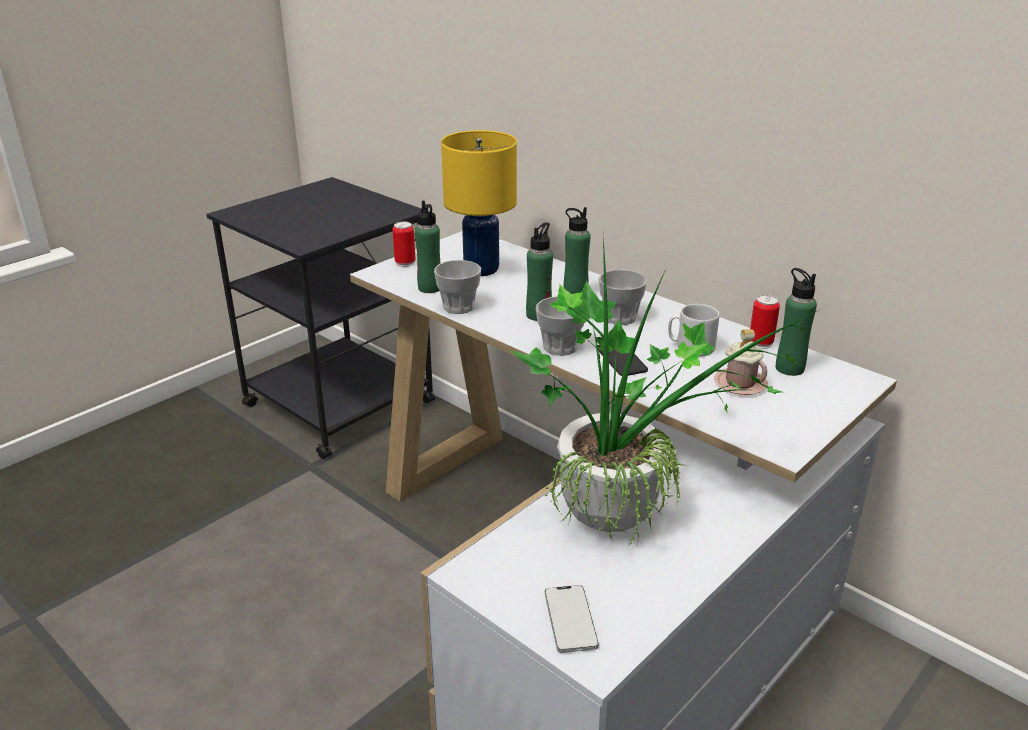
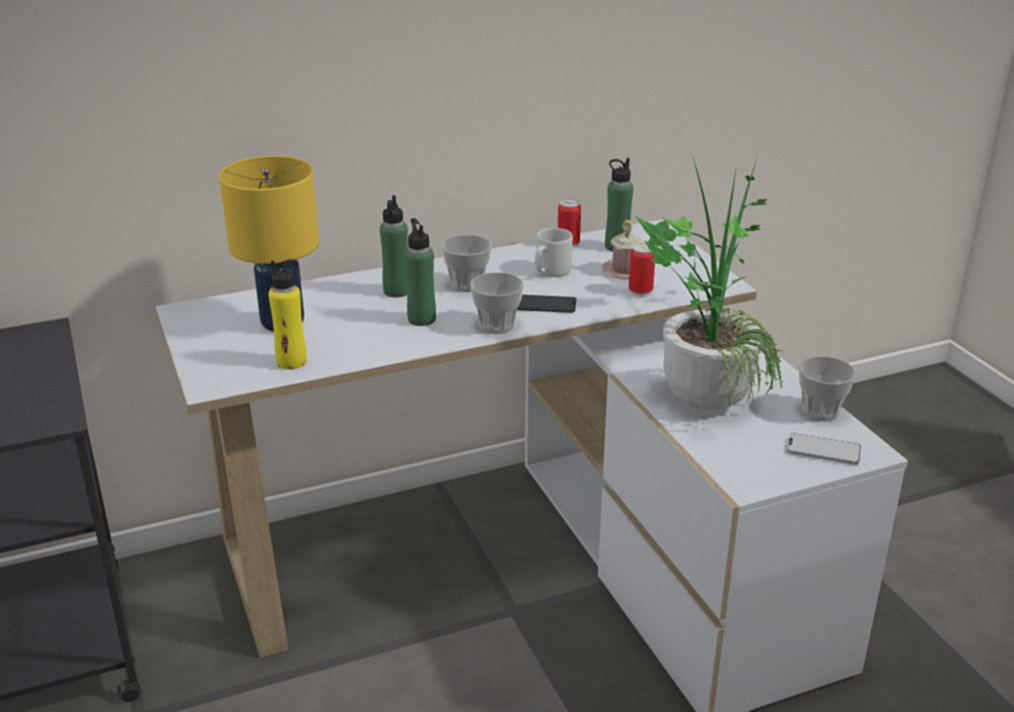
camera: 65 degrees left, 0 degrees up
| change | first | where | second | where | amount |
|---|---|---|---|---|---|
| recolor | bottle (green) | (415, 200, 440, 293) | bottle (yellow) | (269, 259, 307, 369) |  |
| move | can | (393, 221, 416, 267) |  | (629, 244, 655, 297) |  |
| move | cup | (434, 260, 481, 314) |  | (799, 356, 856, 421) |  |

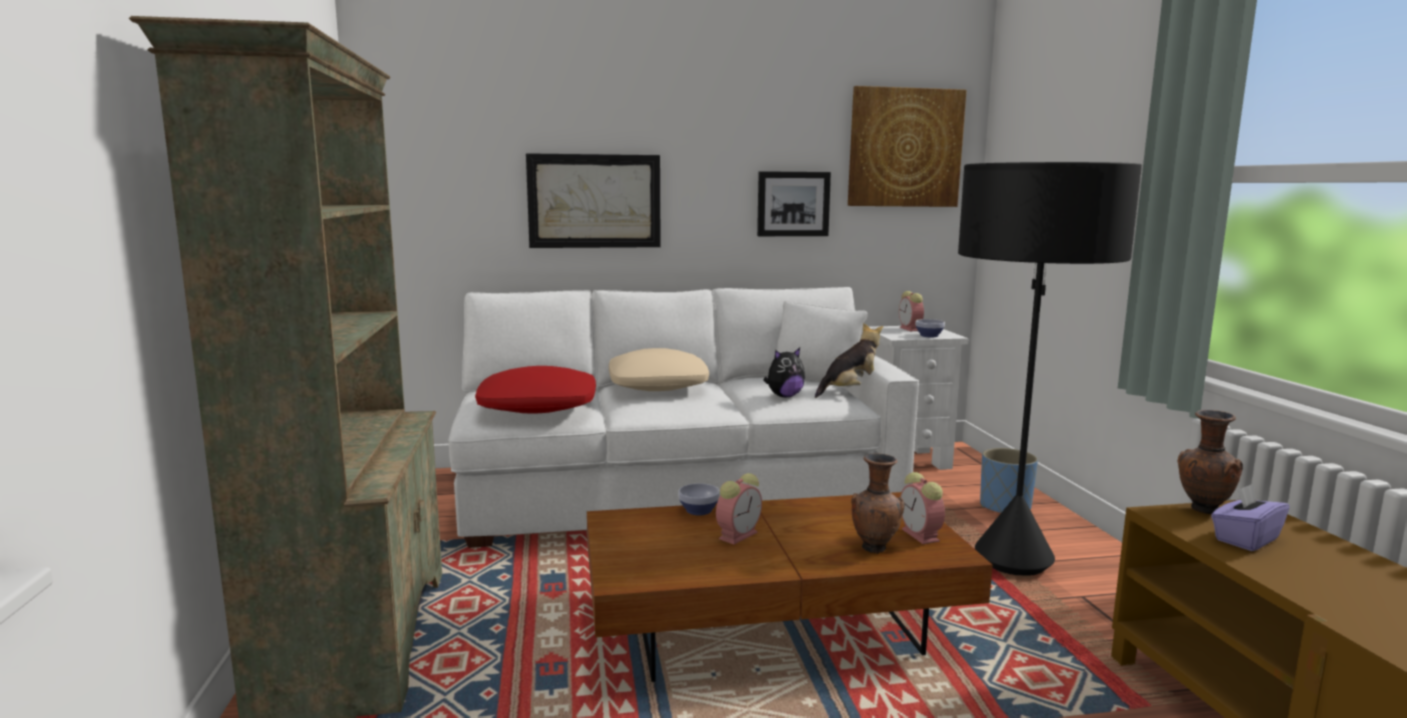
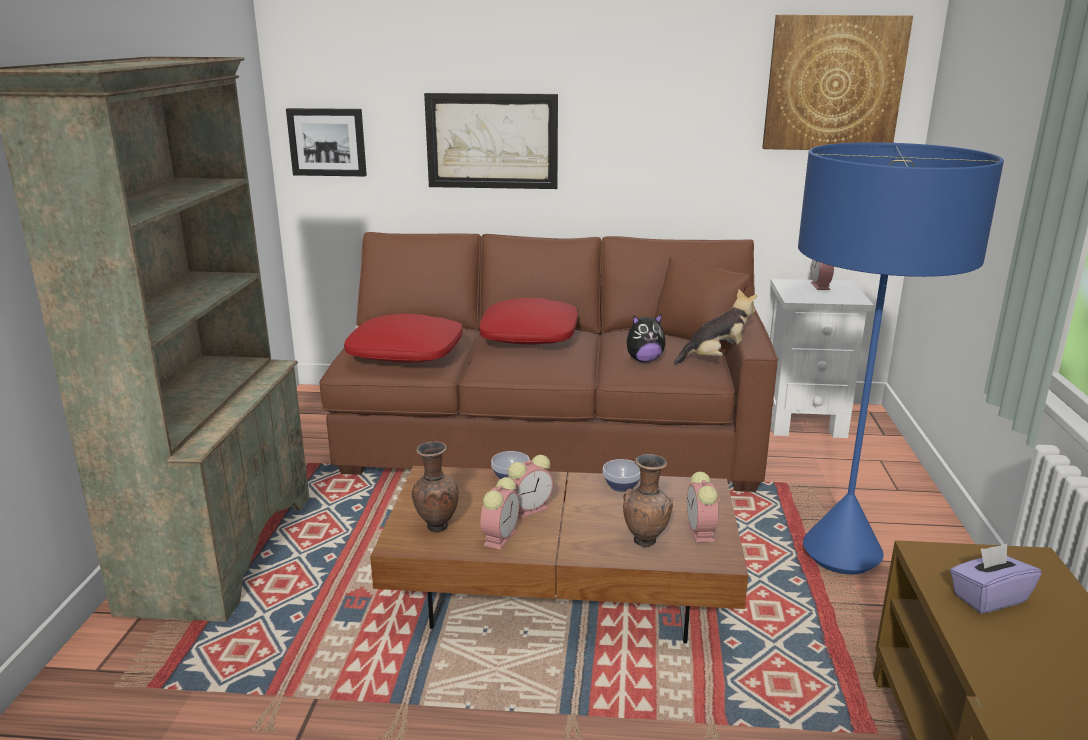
camera: 15 degrees right, 10 degrees up
| change | first | where | second | where | amount |
|---|---|---|---|---|---|
| move | picture | (757, 171, 831, 236) |  | (286, 108, 367, 176) |  |
| recolor | sofa (white) | (448, 287, 919, 548) | sofa (brown) | (319, 232, 778, 492) |  |
| move | vase (brown) | (1177, 410, 1243, 514) |  | (412, 442, 459, 533) |  |
| recolor | pillow (beige) | (609, 348, 709, 391) | pillow (red) | (479, 298, 578, 345) |  |
| insert |  |  | alarm clock | (480, 477, 519, 550) |  |
| move | bowl | (915, 319, 945, 338) |  | (603, 459, 641, 492) |  |
| recolor | floor lamp (black) | (958, 162, 1142, 576) | floor lamp (blue) | (798, 142, 1004, 575) |  |
| delete | planter (blue) | (980, 448, 1038, 513) |  |  |  |

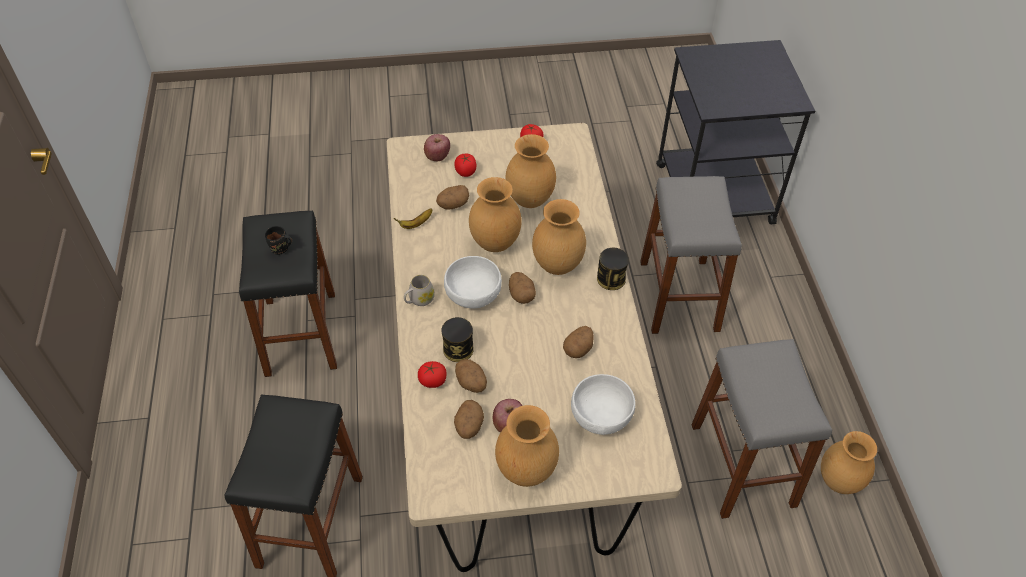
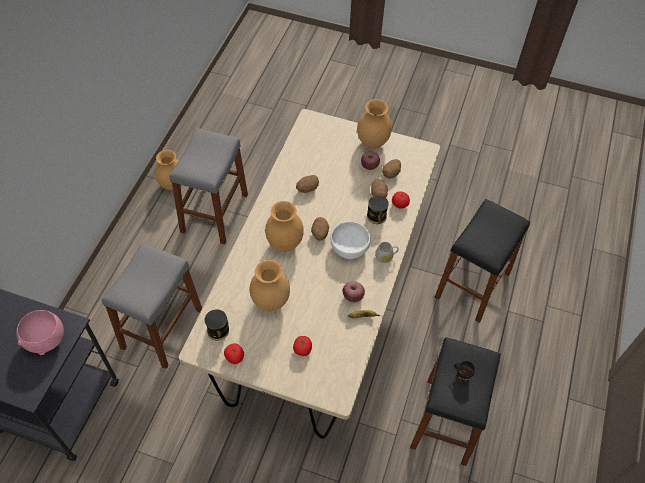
camera: 155 degrees left, 5 degrees up
| change | first | where | second | where | amount |
|---|---|---|---|---|---|
| insert |  |  | bowl (pink) | (16, 310, 64, 355) |  |
| move | can | (597, 248, 629, 290) |  | (205, 309, 229, 340) |  |
| move | apple | (424, 134, 450, 161) |  | (343, 281, 365, 302) |  |
| delete | potato | (436, 185, 469, 210) |  |  |  |
| delete | vase (brown) | (469, 177, 522, 252) |  |  |  |
| delete | bowl (white) | (571, 374, 636, 435) |  |  |  |

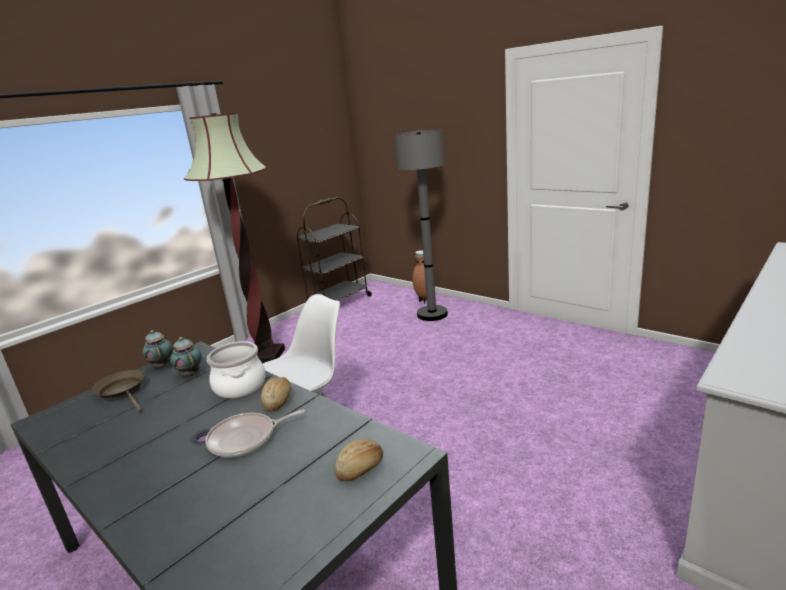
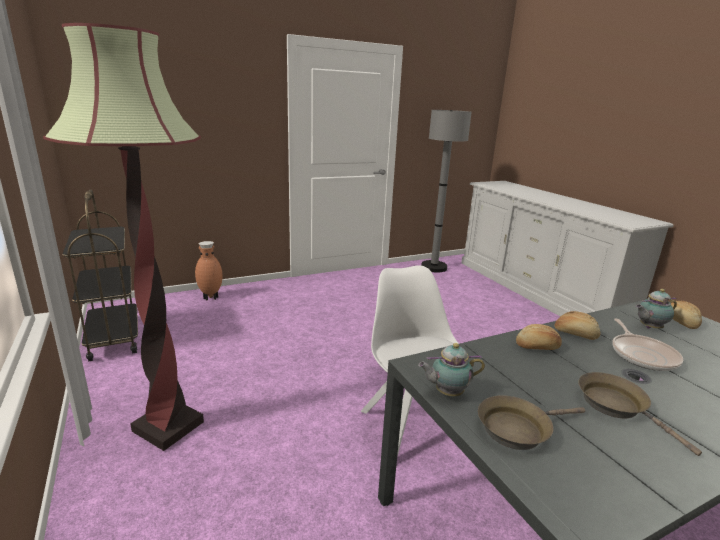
camera: 70 degrees left, 0 degrees up
| change | first | where | second | where | amount |
|---|---|---|---|---|---|
| move | floor lamp (grey) | (395, 130, 448, 321) |  | (421, 110, 472, 273) |  |
| replace | cooking pot | (206, 341, 266, 398) | bread | (516, 324, 562, 350) |  |
| insert |  |  | frying pan (brown) | (578, 372, 702, 456) |  |
| move | teapot | (170, 337, 202, 376) |  | (636, 289, 677, 329) |  |

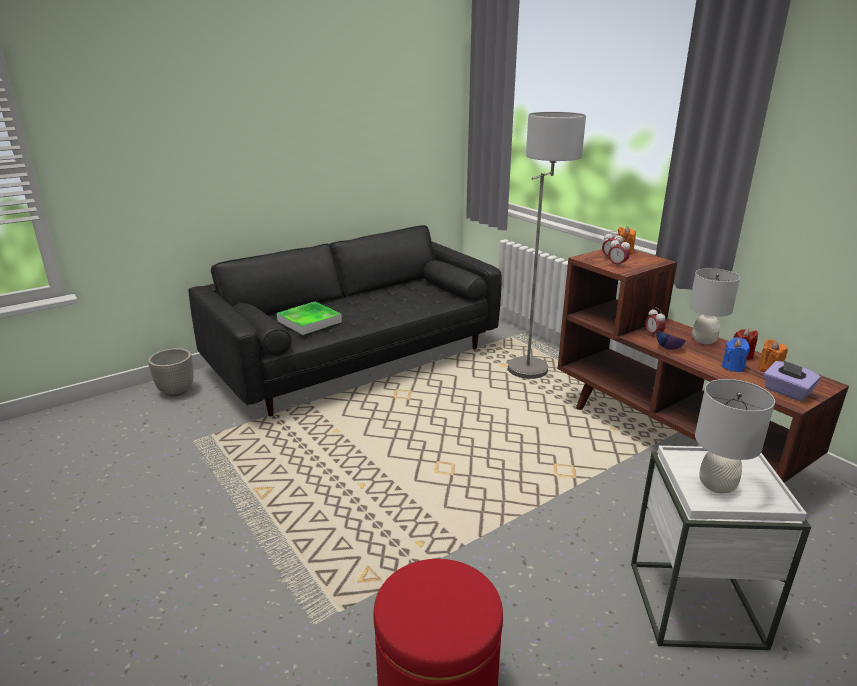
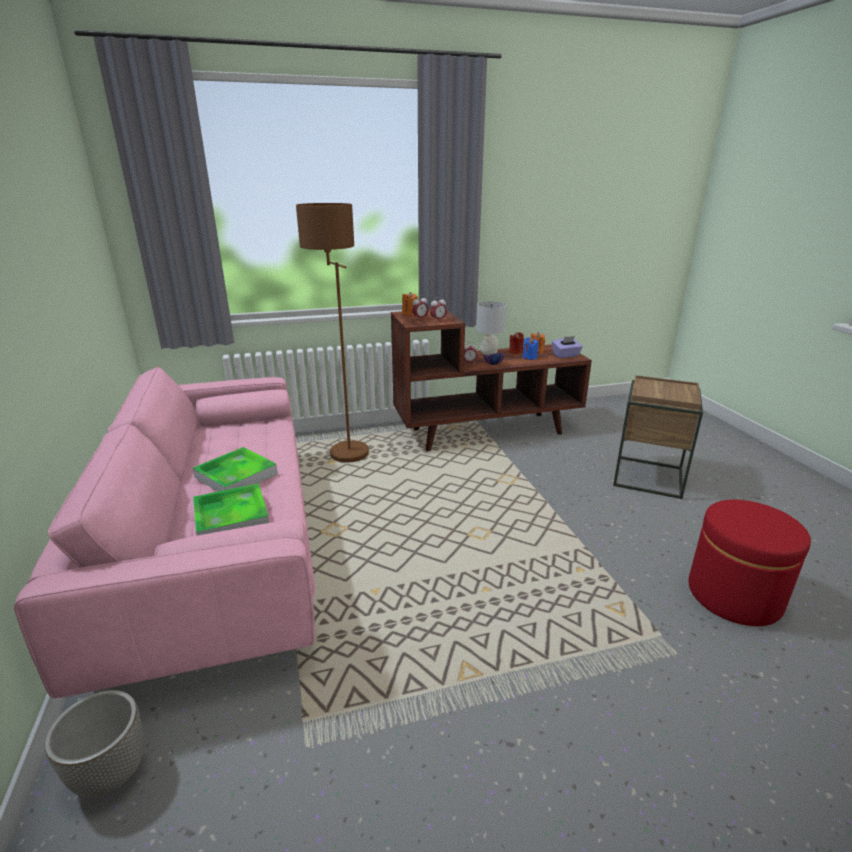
camera: 70 degrees left, 0 degrees up
| change | first | where | second | where | amount |
|---|---|---|---|---|---|
| recolor | sofa (black) | (189, 225, 501, 416) | sofa (pink) | (14, 366, 316, 698) |  |
| insert |  |  | tray | (193, 447, 278, 492) |  |
| recolor | floor lamp (grey) | (508, 112, 586, 379) | floor lamp (brown) | (296, 203, 369, 463) |  |
| recolor | side table (white) | (631, 446, 811, 650) | side table (brown) | (613, 375, 703, 499) |  |
| delete | table lamp (grey) | (695, 379, 775, 494) |  |  |  |

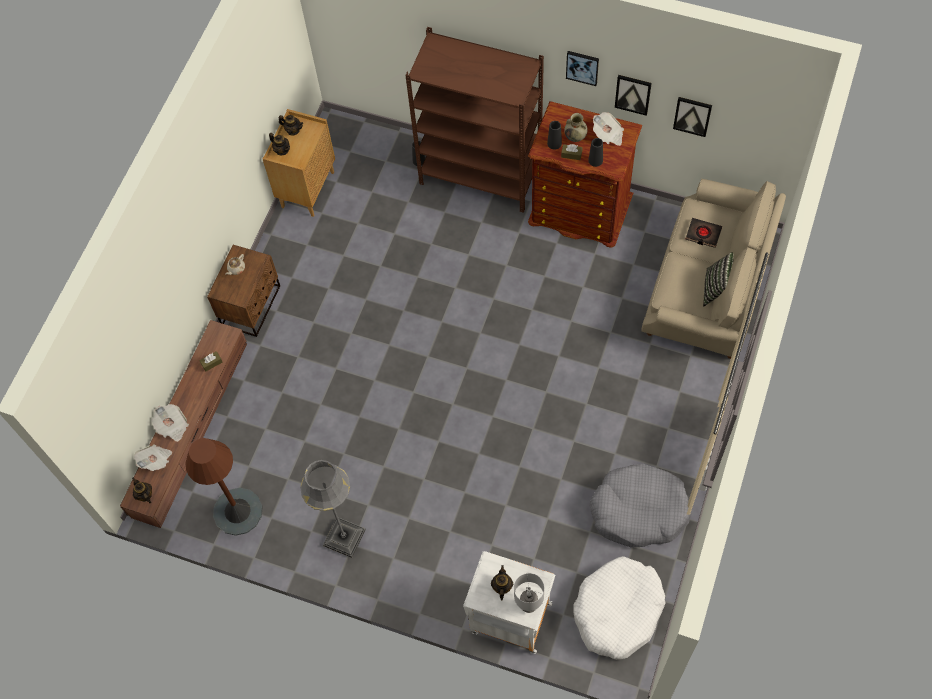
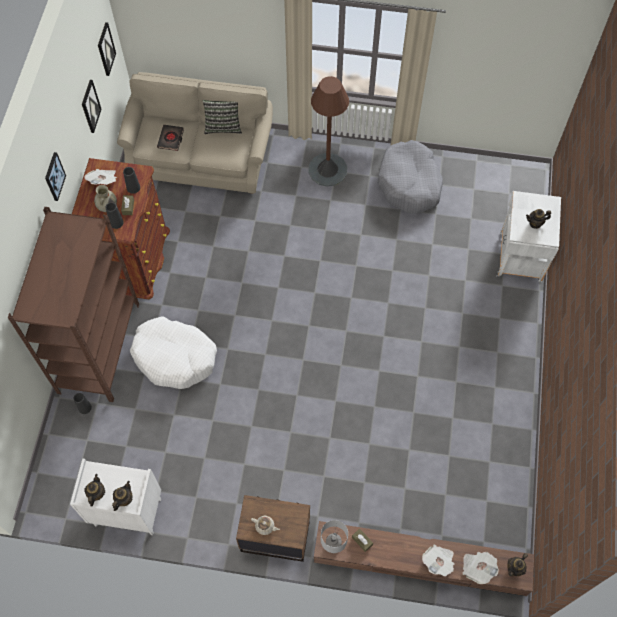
camera: 105 degrees left, 0 degrees up
| change | first | where | second | where | amount |
|---|---|---|---|---|---|
| recolor | cabinet (brown) | (263, 109, 335, 217) | cabinet (white) | (70, 459, 161, 535) |  |
| move | picture | (615, 75, 652, 116) |  | (98, 22, 116, 76) |  |
| move | dog bed (white) | (574, 556, 666, 660) |  | (130, 317, 217, 389) |  |
| move | floor lamp (brown) | (185, 438, 263, 536) |  | (308, 76, 349, 187) |  |
| move | table lamp (grey) | (514, 573, 544, 613) |  | (321, 520, 348, 553) |  |
| delete | floor lamp (grey) | (300, 460, 366, 558) |  |  |  |

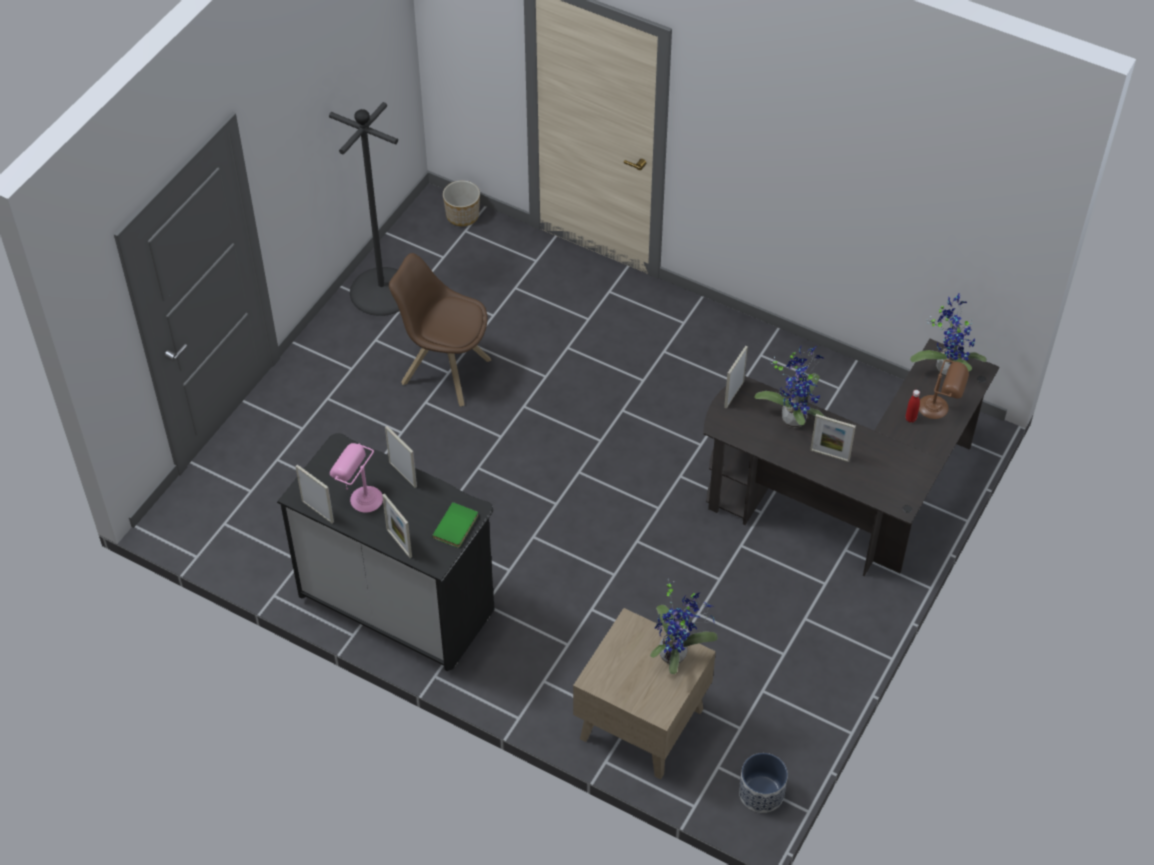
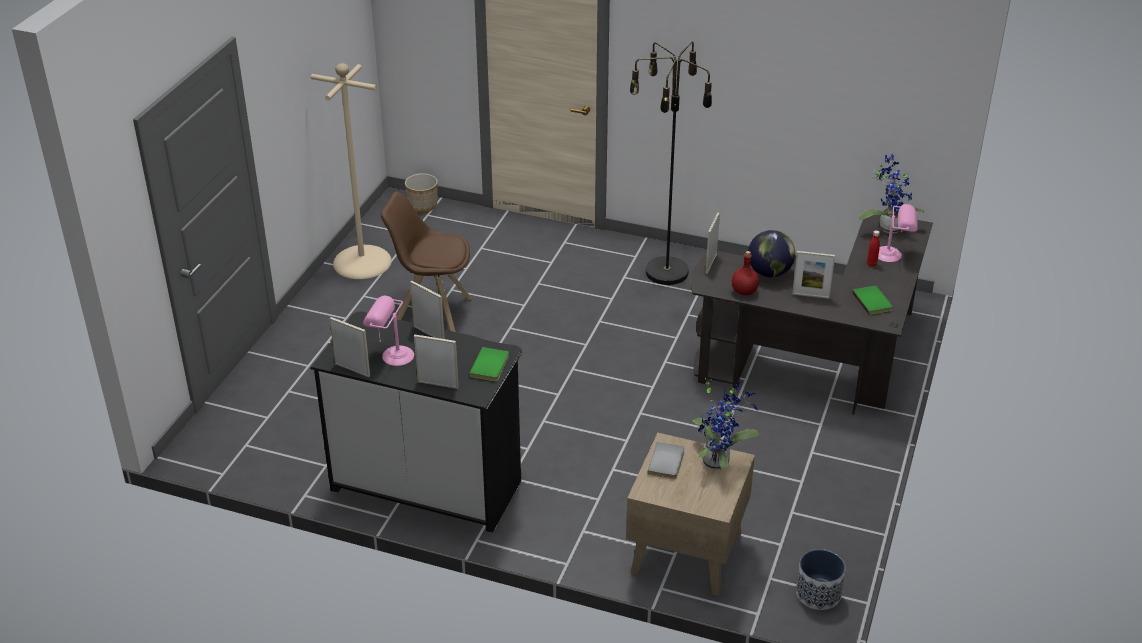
camera: 10 degrees left, 15 degrees down
| change | first | where | second | where | amount |
|---|---|---|---|---|---|
| recolor | clothes rack (black) | (329, 102, 400, 316) | clothes rack (beige) | (311, 63, 392, 279) |  |
| rotate | picture frame | (382, 493, 412, 558) |  | (414, 335, 459, 389) | 150 degrees clockwise |
| insert |  |  | floor lamp | (630, 41, 712, 285) |  |
| insert |  |  | book (grey) | (647, 442, 684, 479) |  |
| insert |  |  | bottle (red) | (732, 251, 759, 295) |  |
| replace | potted plant | (754, 346, 824, 428) | globe | (748, 230, 795, 277) |  |
| insert |  |  | book (green) | (852, 285, 893, 315) |  |
| recolor | table lamp (brown) | (919, 359, 969, 419) | table lamp (pink) | (878, 204, 918, 262) |  |

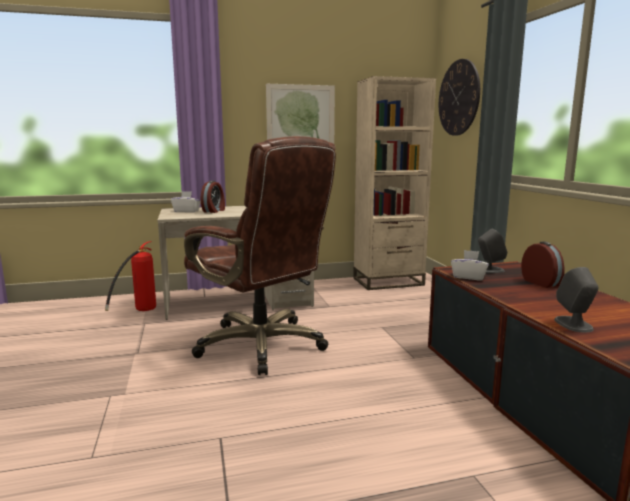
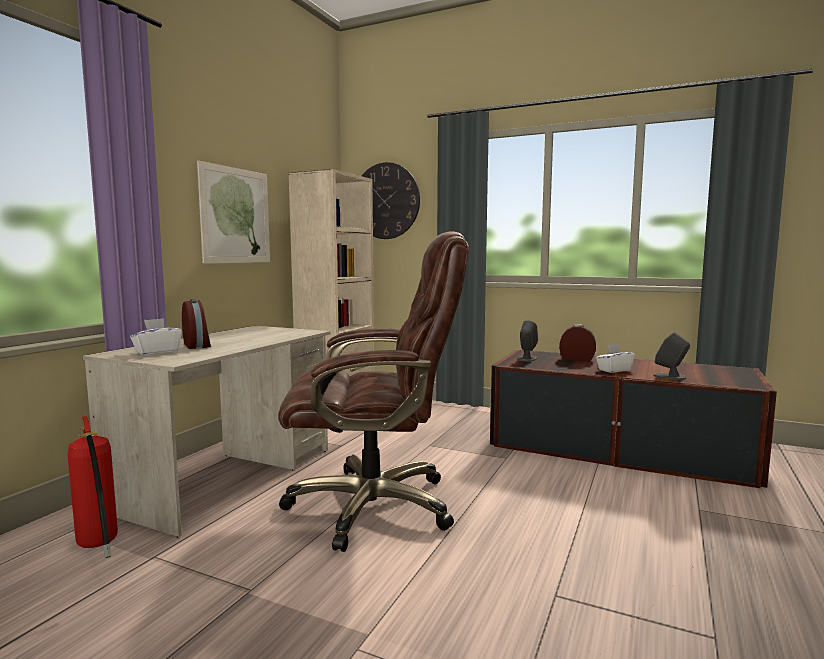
camera: 50 degrees left, 5 degrees down
| change | first | where | second | where | amount |
|---|---|---|---|---|---|
| move | tissue box (white) | (451, 250, 489, 281) |  | (596, 344, 635, 373) |  |

